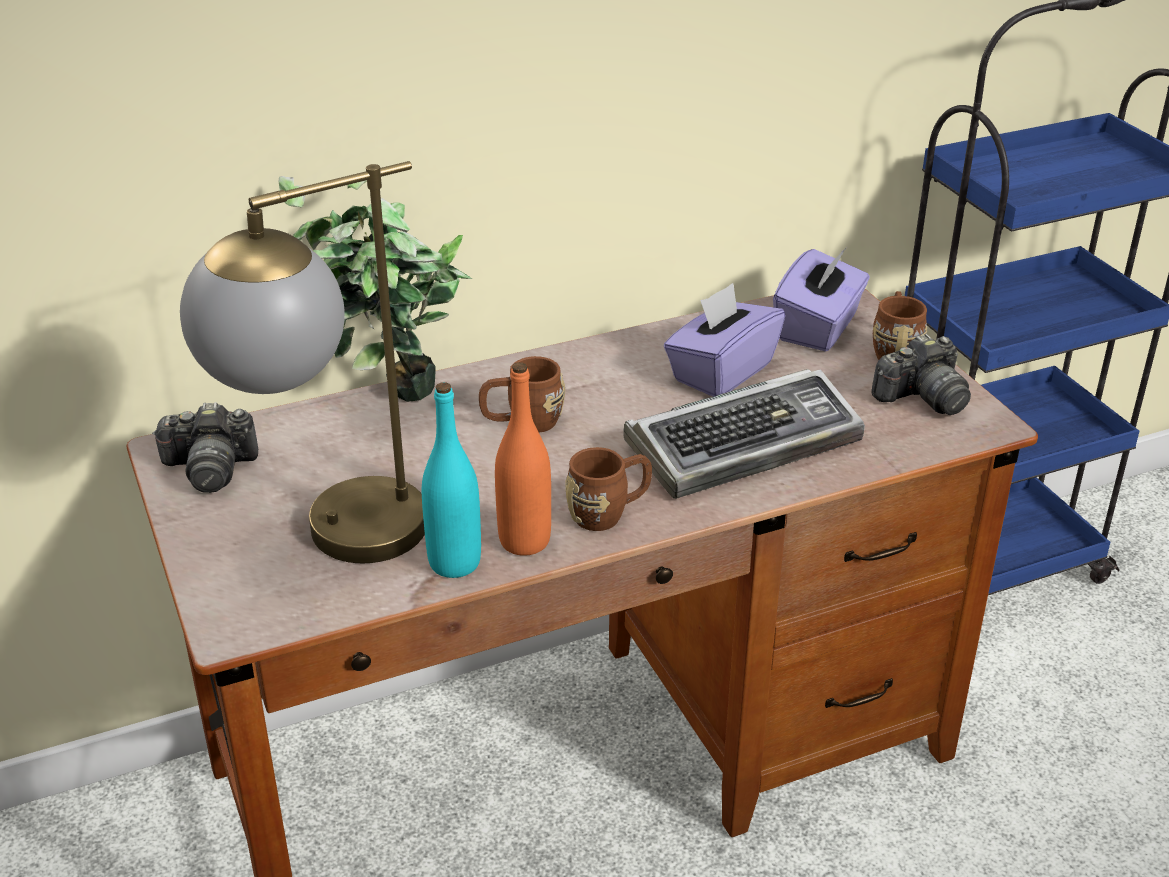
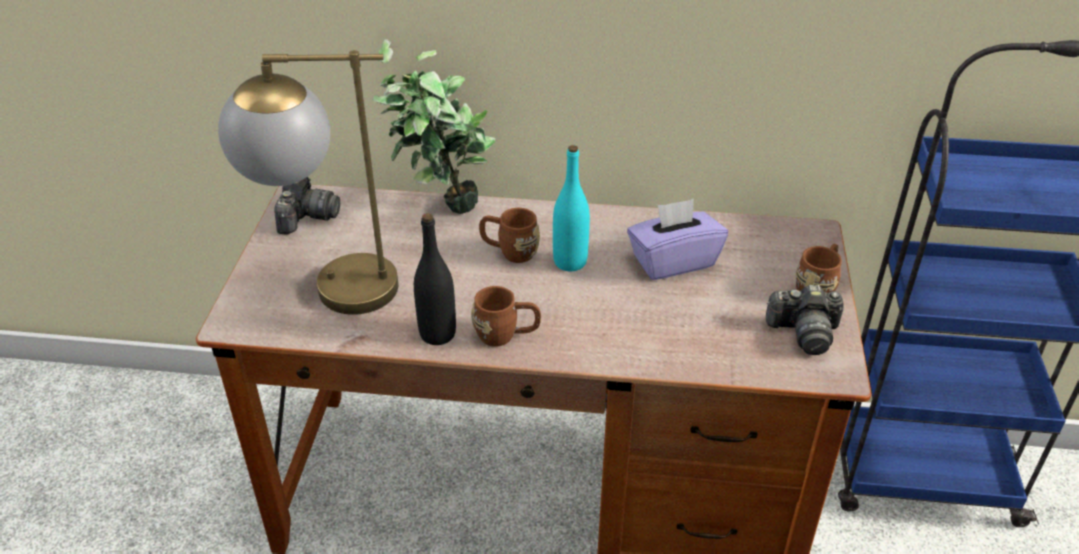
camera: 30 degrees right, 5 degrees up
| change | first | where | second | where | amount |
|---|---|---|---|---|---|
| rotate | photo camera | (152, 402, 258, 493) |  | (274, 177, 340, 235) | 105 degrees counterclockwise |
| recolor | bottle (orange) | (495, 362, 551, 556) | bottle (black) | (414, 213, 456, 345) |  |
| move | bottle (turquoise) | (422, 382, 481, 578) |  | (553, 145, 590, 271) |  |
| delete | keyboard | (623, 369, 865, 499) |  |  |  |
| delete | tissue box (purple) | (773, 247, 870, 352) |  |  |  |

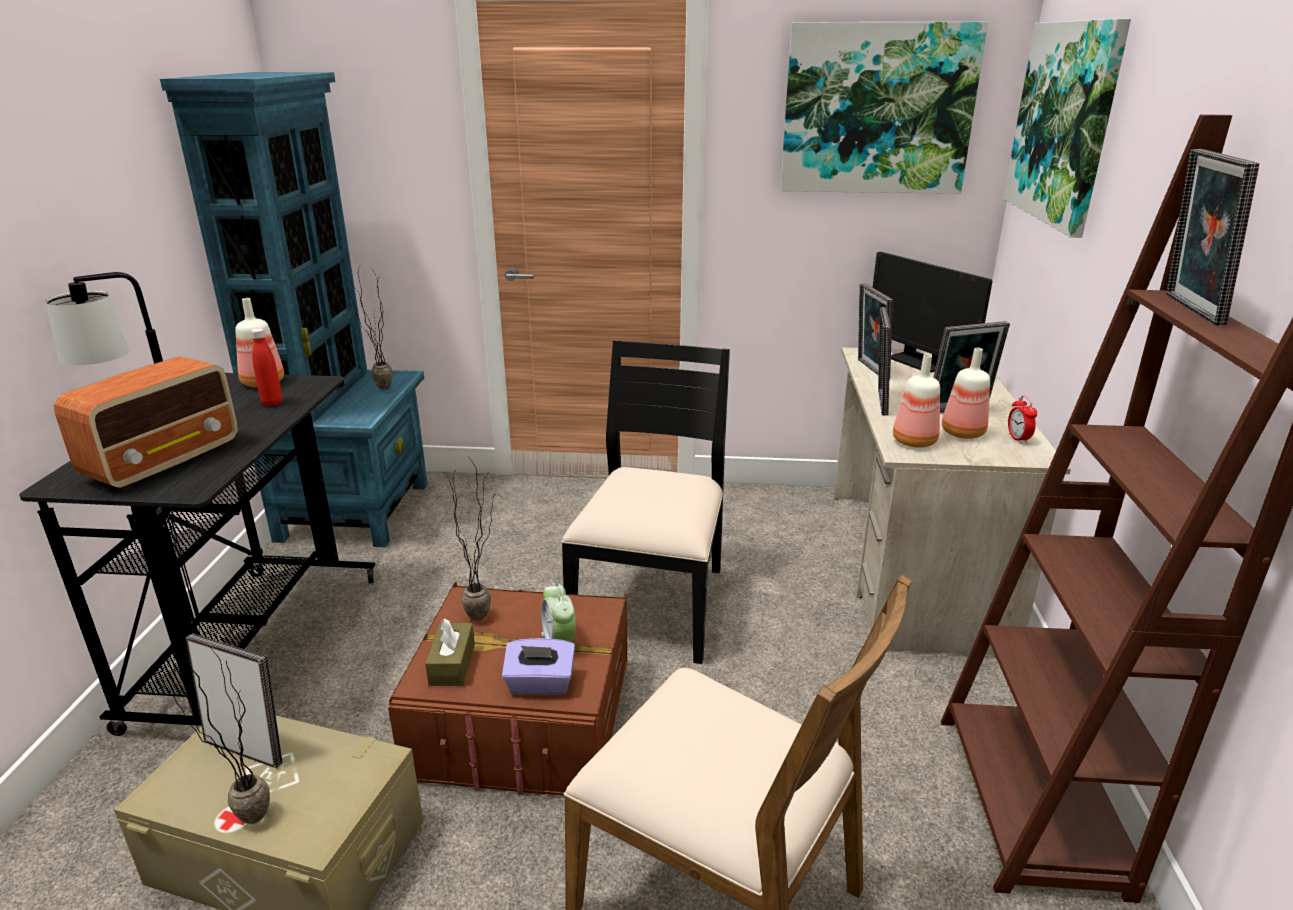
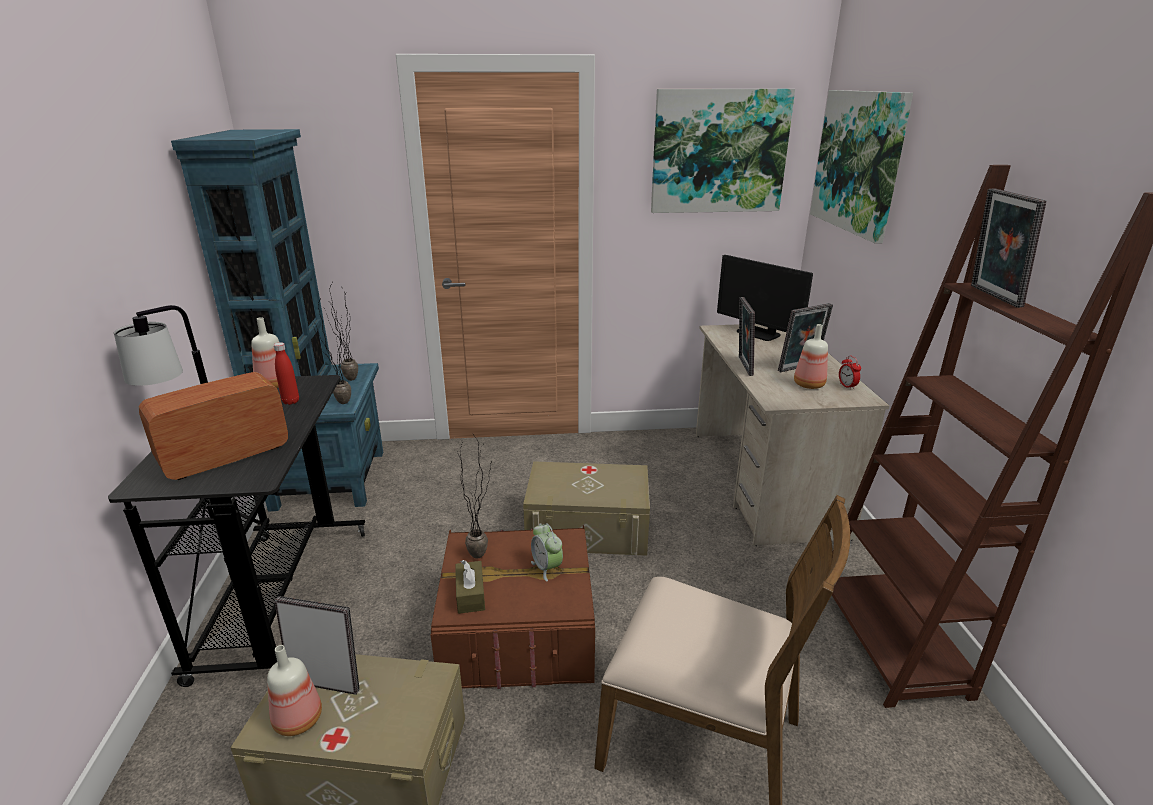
camera: 10 degrees left, 0 degrees up
| change | first | where | second | where | amount |
|---|---|---|---|---|---|
| rotate | radio | (54, 356, 238, 490) |  | (139, 372, 288, 480) | 150 degrees counterclockwise |
| move | bottle | (893, 354, 940, 448) |  | (267, 645, 322, 736) |  |
| move | potted plant | (164, 639, 270, 824) |  | (310, 303, 351, 404) |  |
| replace | chair (black) | (561, 340, 730, 664) | storage box (beige) | (523, 461, 650, 556) |  |
| delete | tissue box (purple) | (502, 638, 575, 695) |  |  |  |
| delete | picture frame | (858, 283, 893, 380) |  |  |  |

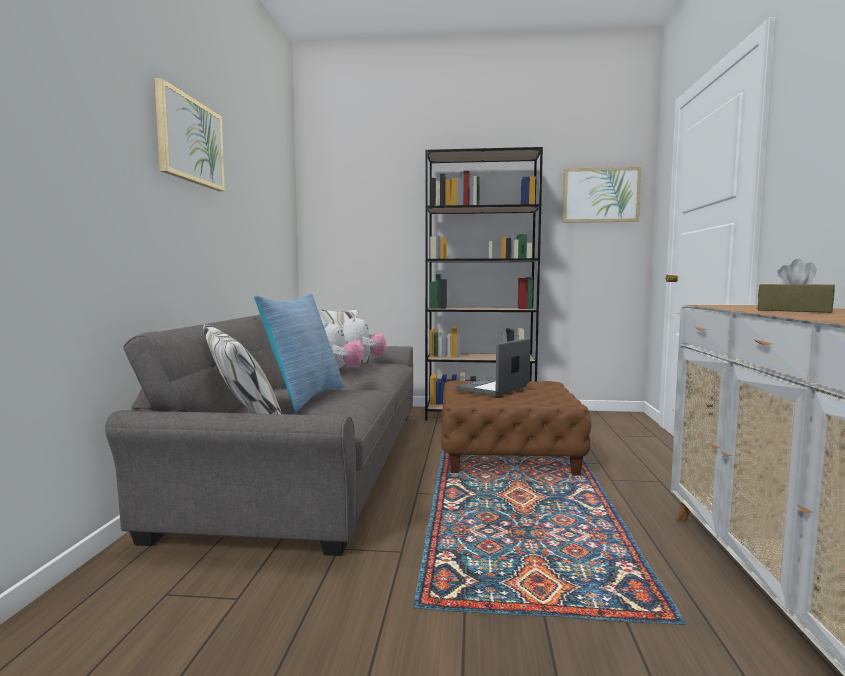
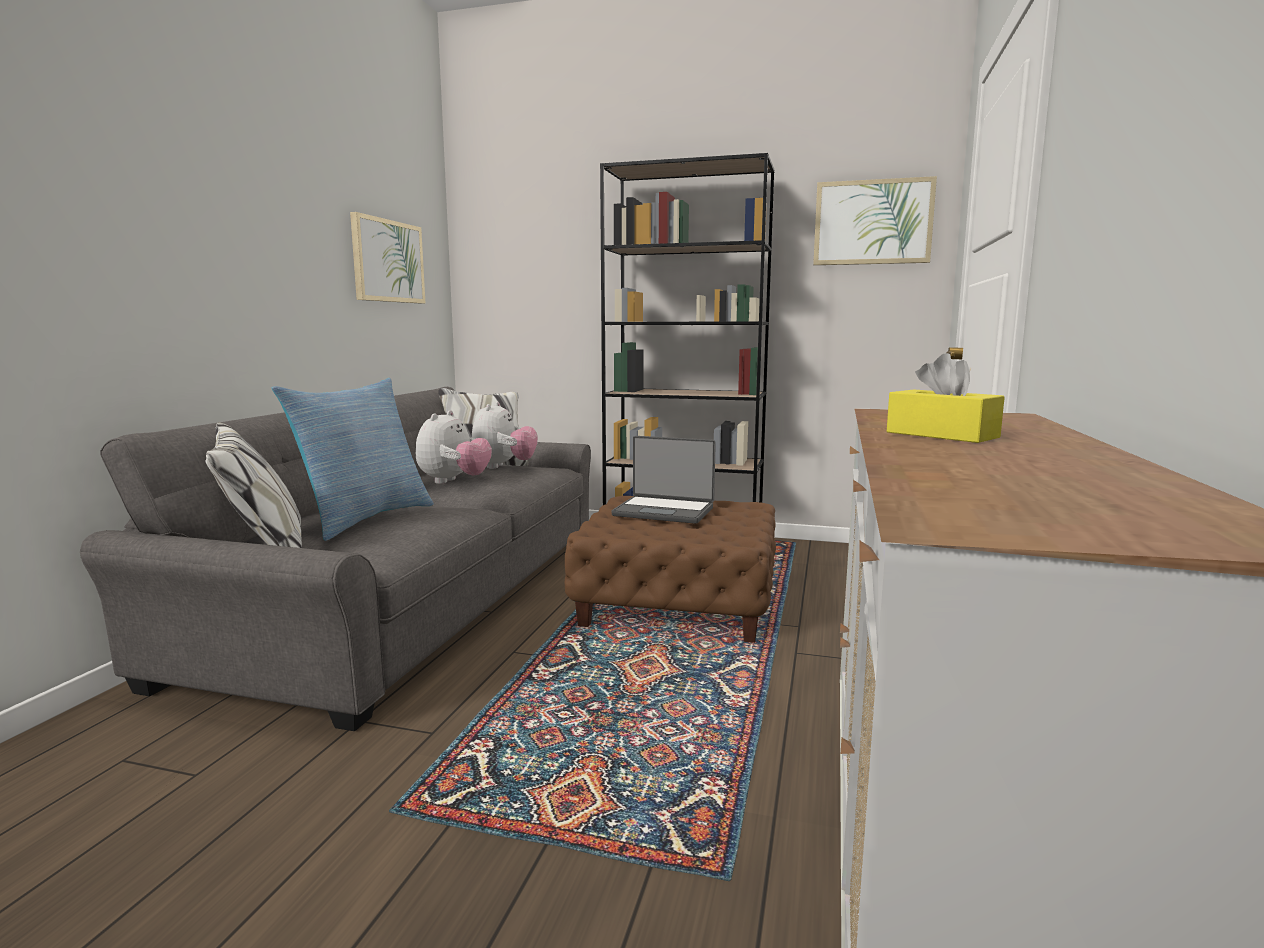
camera: 10 degrees right, 5 degrees up
| change | first | where | second | where | amount |
|---|---|---|---|---|---|
| move | picture | (154, 78, 225, 191) |  | (350, 212, 425, 303) |  |
| rotate | laptop | (456, 338, 531, 396) |  | (611, 436, 716, 524) | 120 degrees counterclockwise |
| recolor | tissue box (brown) | (758, 259, 835, 313) | tissue box (yellow) | (887, 353, 1005, 443) |  |

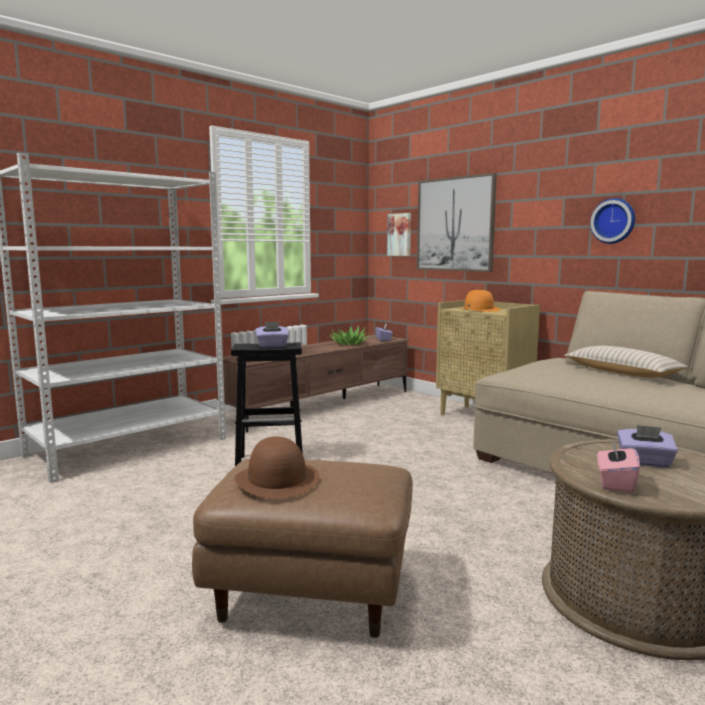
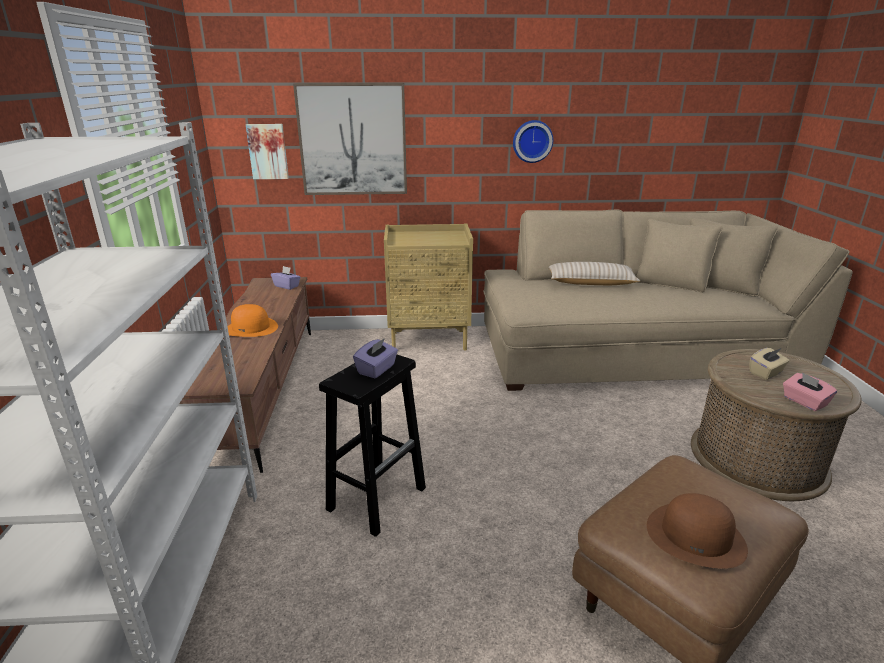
camera: 50 degrees left, 15 degrees up
| change | first | where | second | where | amount |
|---|---|---|---|---|---|
| move | hat (orange) | (458, 290, 501, 312) |  | (227, 304, 278, 337) |  |
| recolor | tissue box (purple) | (617, 425, 678, 468) | tissue box (beige) | (749, 348, 790, 380) |  |
| delete | potted plant | (331, 325, 370, 345) |  |  |  |

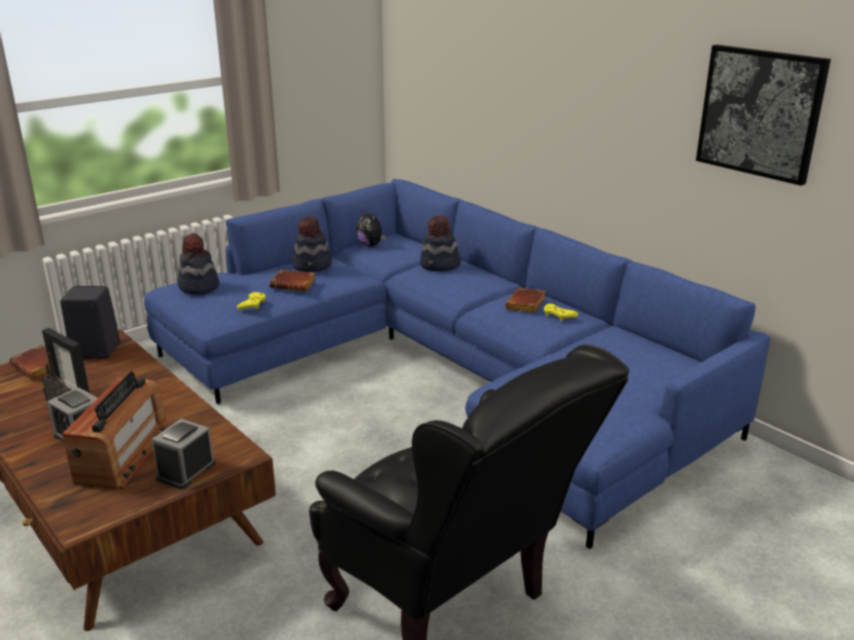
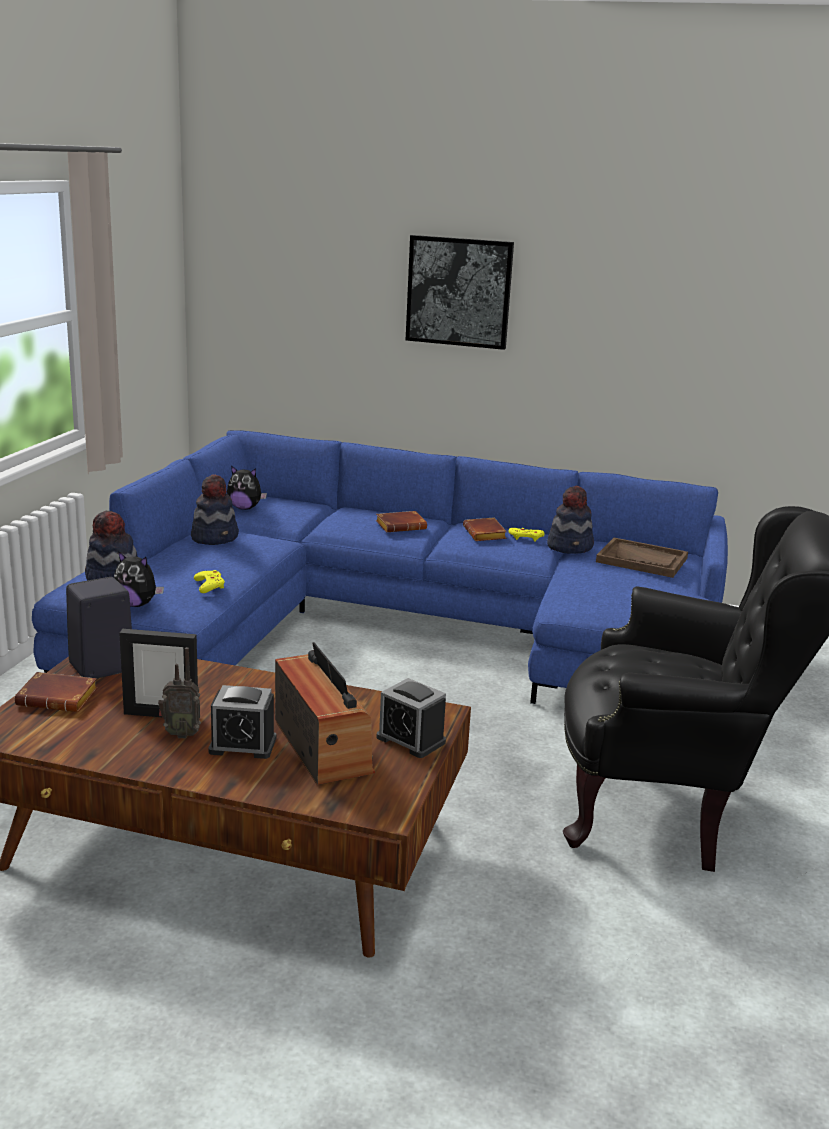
camera: 35 degrees left, 5 degrees down
| change | first | where | second | where | amount |
|---|---|---|---|---|---|
| insert |  |  | plush toy | (114, 551, 164, 607) |  |
| move | book (brown) | (269, 270, 316, 291) |  | (376, 511, 427, 532) |  |
| rotate | alarm clock | (152, 419, 216, 489) |  | (376, 678, 446, 758) | 45 degrees counterclockwise |
| move | picture | (696, 45, 831, 186) |  | (406, 235, 514, 350) |  |
| move | hat | (420, 215, 461, 272) |  | (547, 486, 594, 554) |  |
| insert |  |  | tray (brown) | (596, 538, 688, 578) |  |

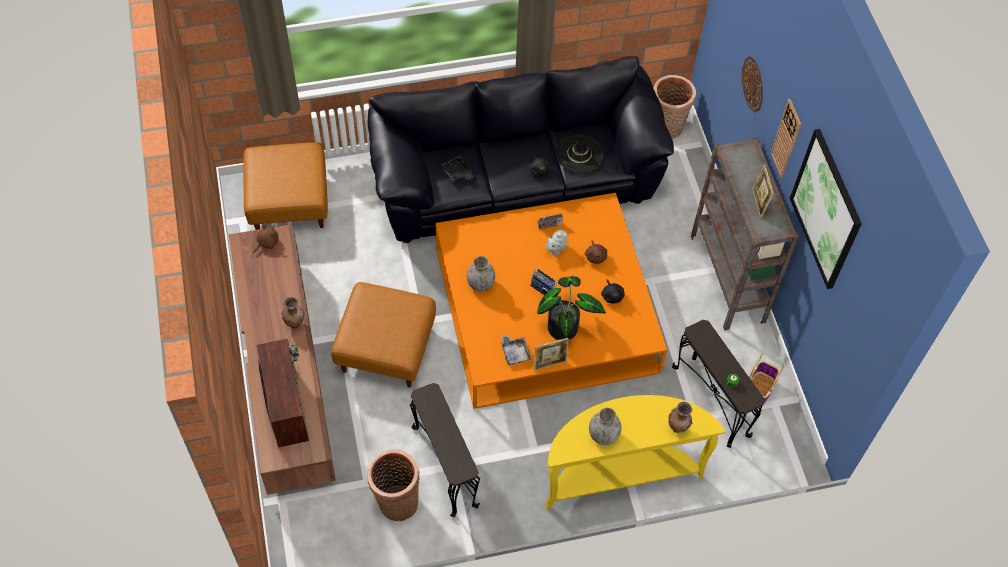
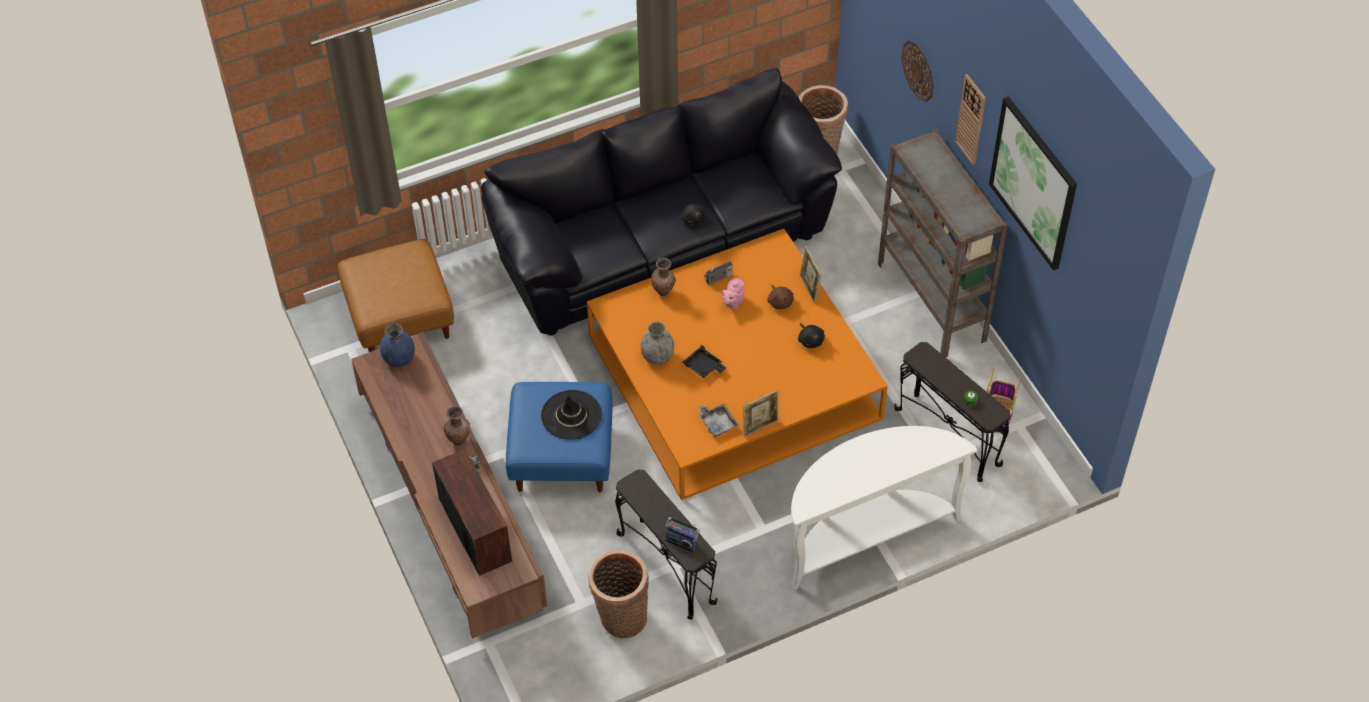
camera: 10 degrees left, 5 degrees down
| change | first | where | second | where | amount |
|---|---|---|---|---|---|
| replace | plush toy (brown) | (253, 224, 279, 253) | vase (blue) | (380, 323, 415, 367) |  |
| recolor | ottoman (brown) | (331, 282, 436, 387) | ottoman (blue) | (506, 382, 613, 492) |  |
| move | hat (black) | (556, 135, 604, 173) |  | (541, 390, 602, 440) |  |
| move | vase (brown) | (668, 402, 693, 433) |  | (651, 258, 676, 296) |  |
| move | radio | (530, 268, 557, 295) |  | (665, 517, 700, 553) |  |
| move | tray (black) | (440, 154, 474, 181) |  | (682, 345, 726, 378) |  |
| recolor | teapot (grey) | (546, 230, 567, 255) | teapot (pink) | (722, 278, 745, 310) |  |
| recolor | console table (yellow) | (546, 395, 725, 510) | console table (white) | (791, 426, 978, 590) |  |
| move | picture frame | (752, 165, 774, 218) |  | (800, 246, 821, 303) |  |
| delete | potted plant | (537, 276, 606, 340) |  |  |  |
| delete | vase (grey) | (589, 407, 621, 445) |  |  |  |

